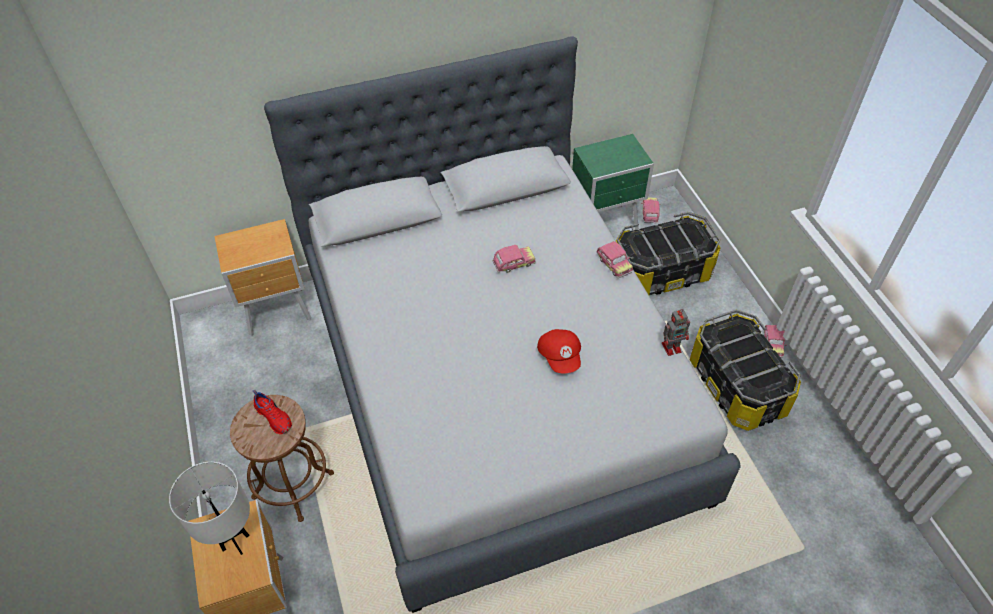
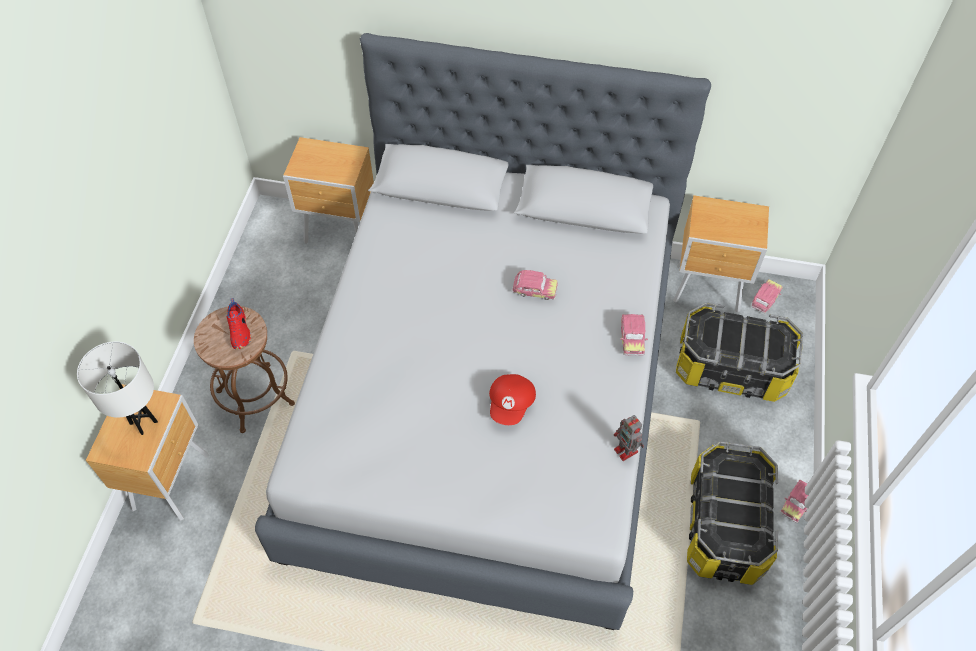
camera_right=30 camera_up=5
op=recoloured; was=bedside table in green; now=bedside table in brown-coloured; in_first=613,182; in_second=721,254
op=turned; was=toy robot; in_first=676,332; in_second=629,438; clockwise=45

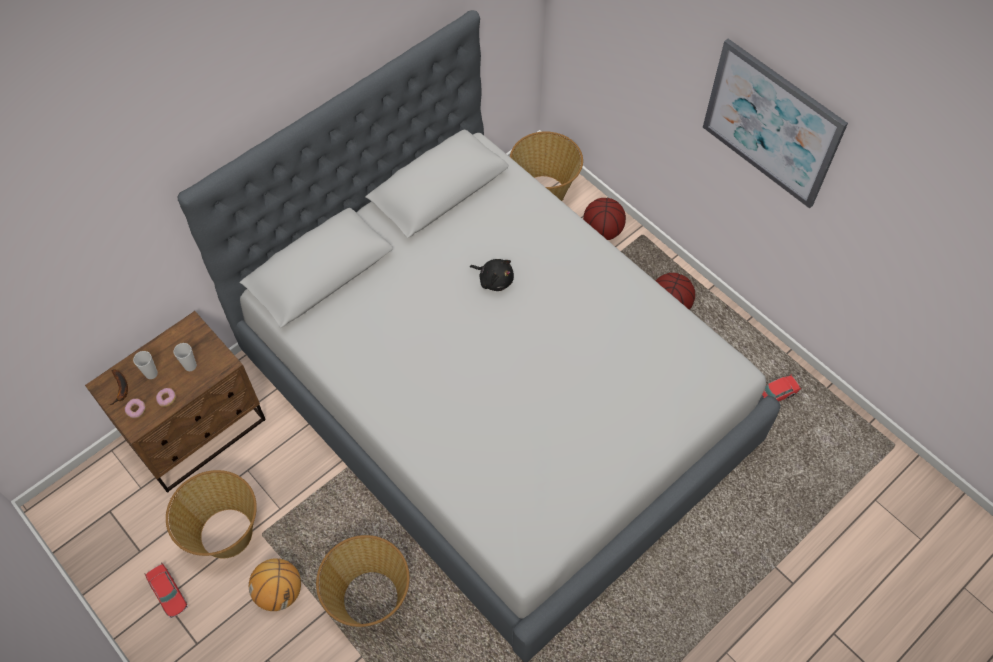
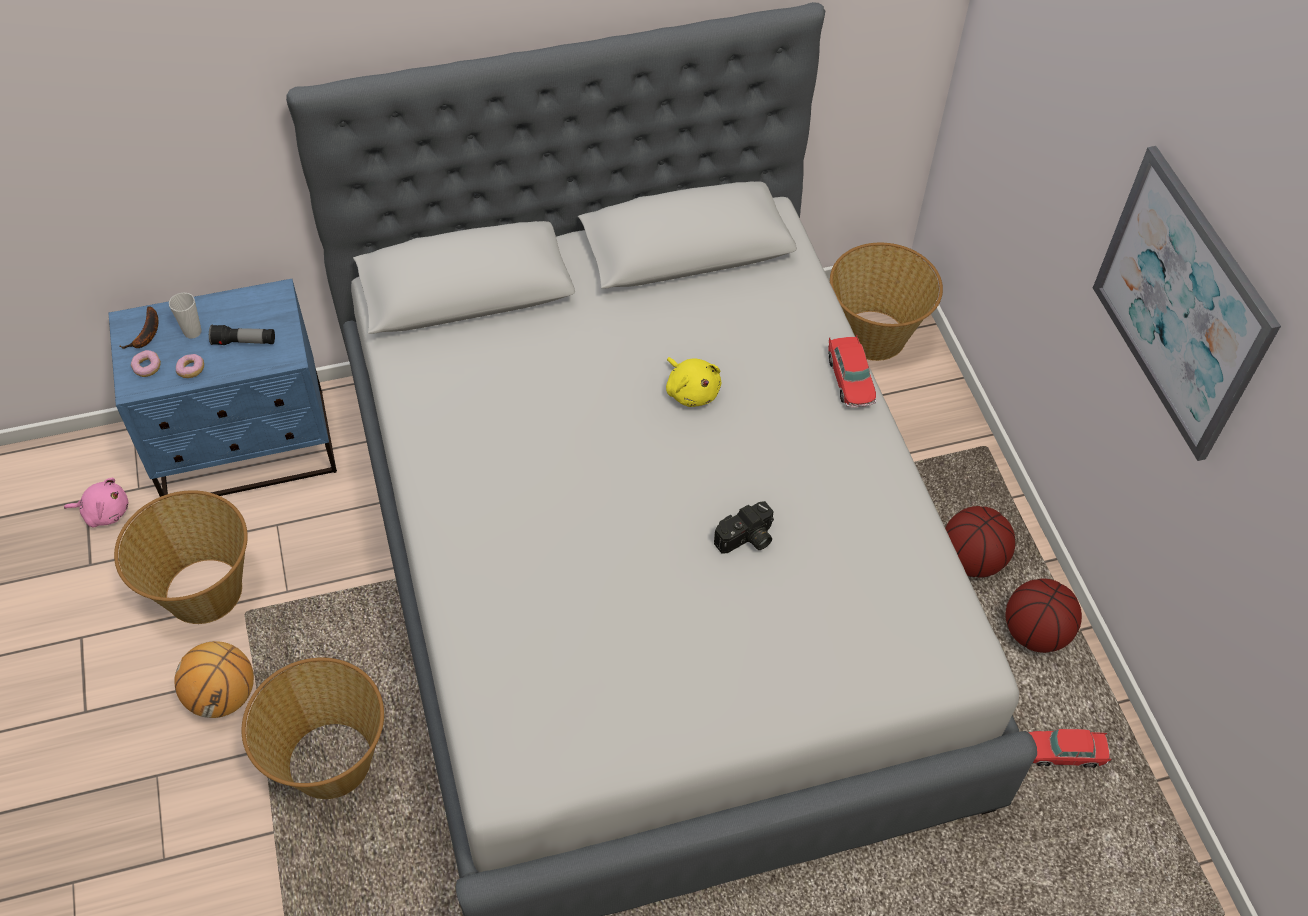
camera_right=25 camera_up=-5
op=added; now=plush toy in pink-coloured; in_second=96,503
op=added; now=still camera; in_second=744,527
op=moved; was=toy car; in_first=166,590; in_second=852,370
op=moved; was=basketball; in_first=604,219; in_second=1044,615
op=replaced; was=small cup; now=hand torch; in_first=185,357; in_second=242,335
op=recoloured; was=bedside table in brown-coloured; now=bedside table in blue-coloured; in_first=175,401; in_second=222,388
op=recoloured; was=plush toy in black; now=plush toy in yellow; in_first=492,275; in_second=693,382

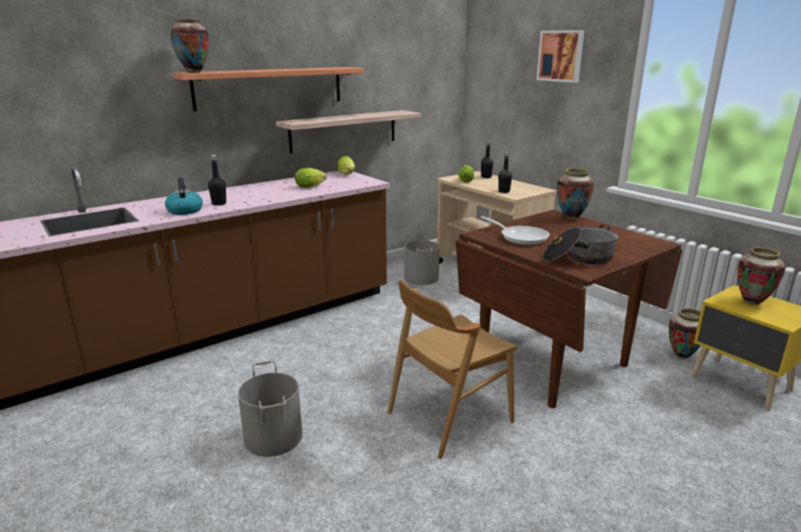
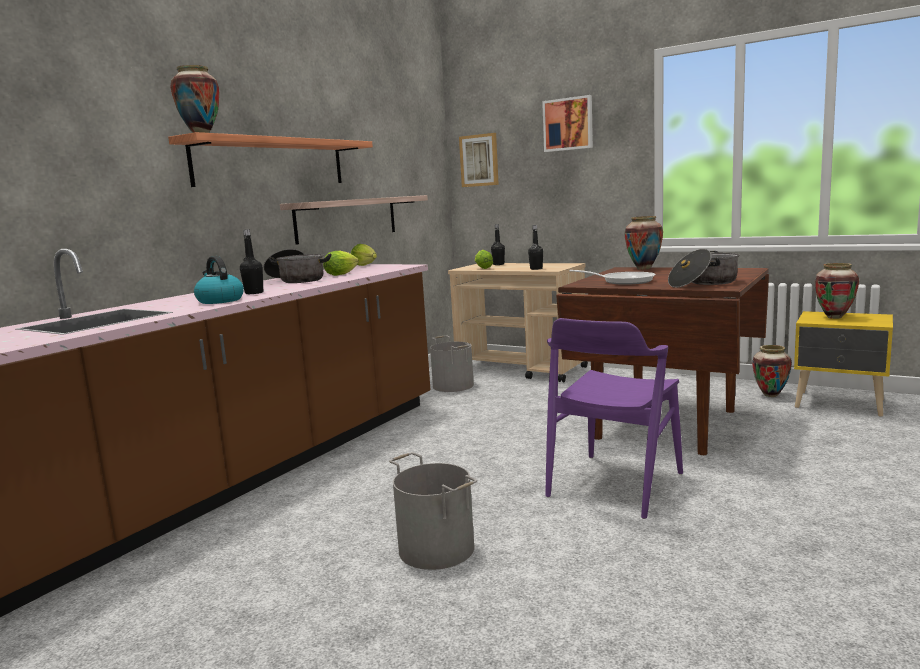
camera_right=-20 camera_up=-10
op=added; now=stockpot; in_second=297,266
op=added; now=picture; in_second=479,160
op=recoloured; was=chair in brown-coloured; now=chair in purple; in_first=452,369; in_second=614,418

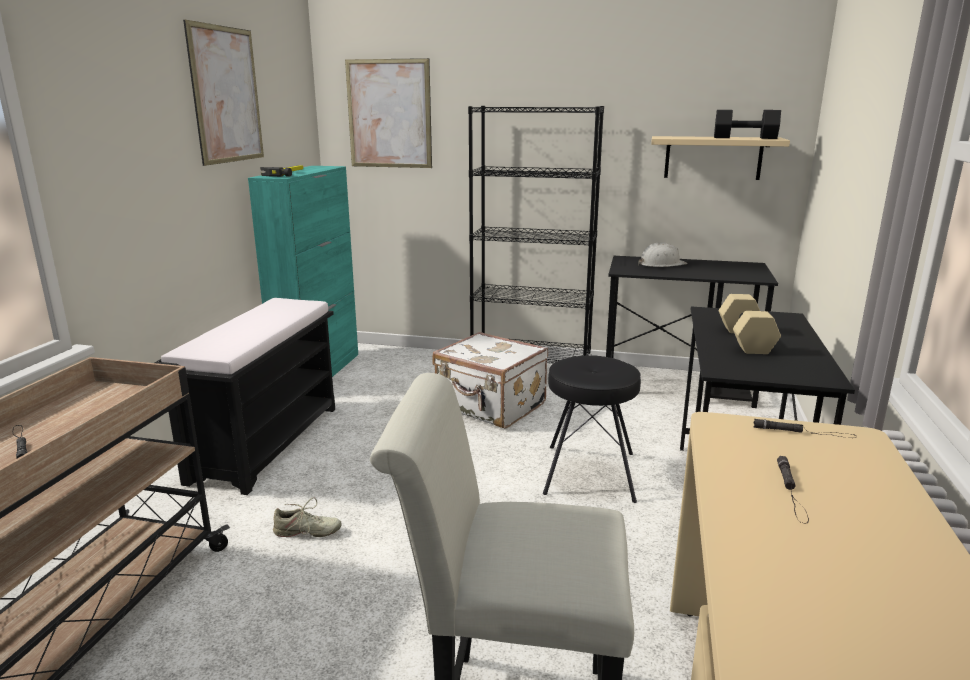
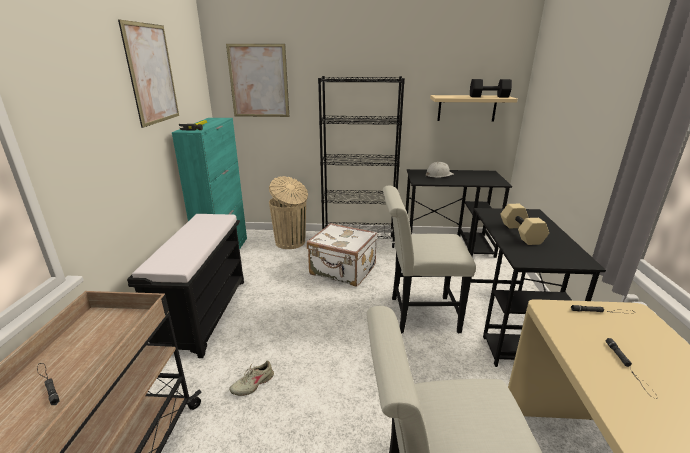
camera_right=-10 camera_up=5
op=added; now=trash can in beige; in_second=288,212
op=replaced; was=stool in black; now=chair in white-coloured; in_first=592,429; in_second=429,259
op=turned; was=shoe in beige; in_first=307,517; in_second=251,378; clockwise=150

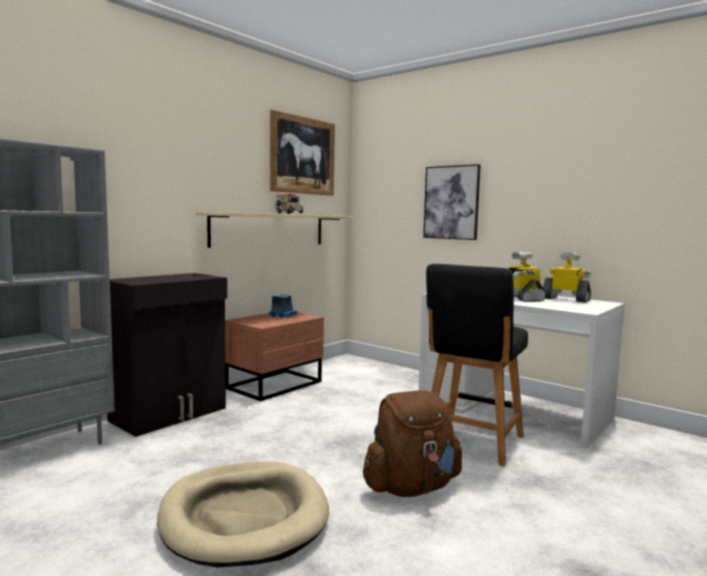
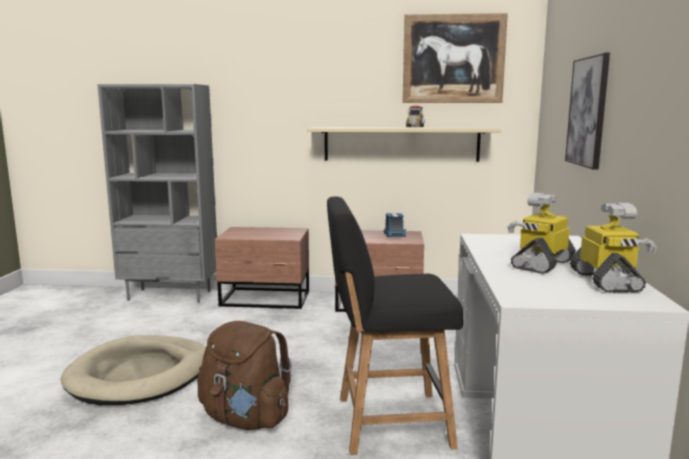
camera_right=55 camera_up=5
op=replaced; was=cupboard in black; now=bedside table in brown-coloured; in_first=167,355; in_second=261,268

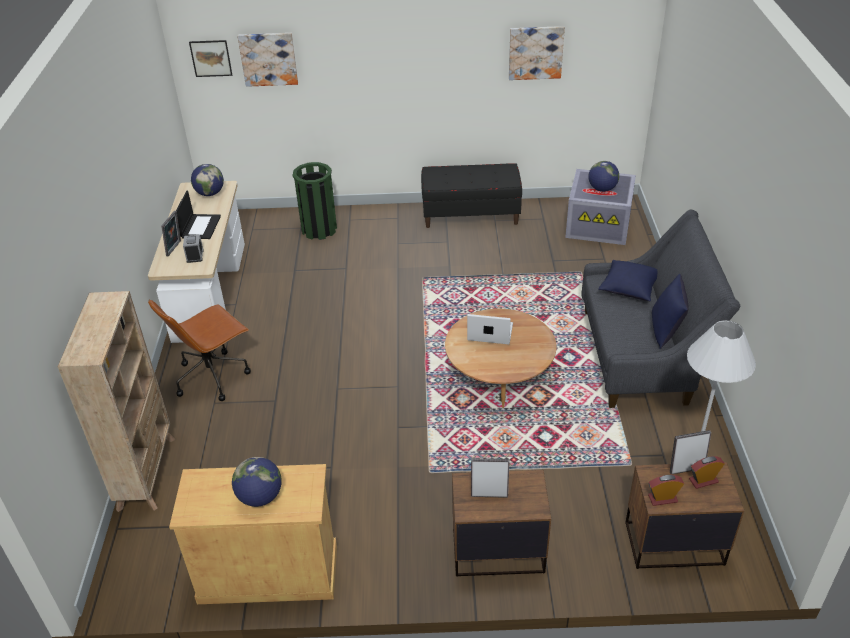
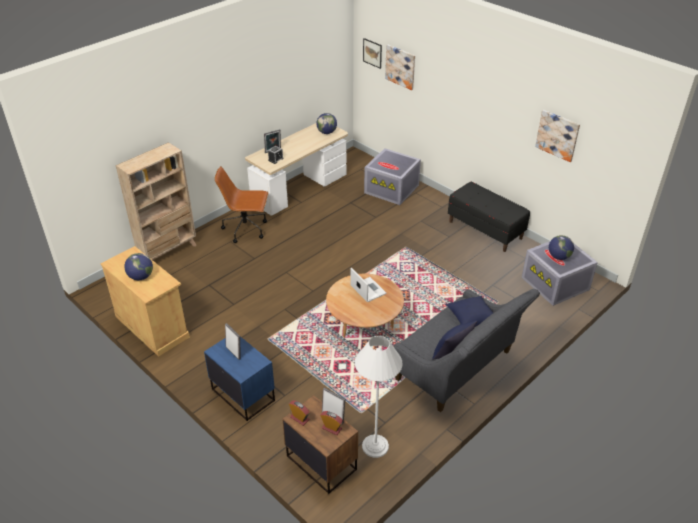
camera_right=45 camera_up=0
op=removed; was=notebook computer; in_first=198,215
op=replaced; was=trash can in green; now=storage box in greyish; in_first=315,201; in_second=392,176
op=recoloured; was=bedside table in brown-coloured; now=bedside table in blue-coloured; in_first=501,523; in_second=239,378

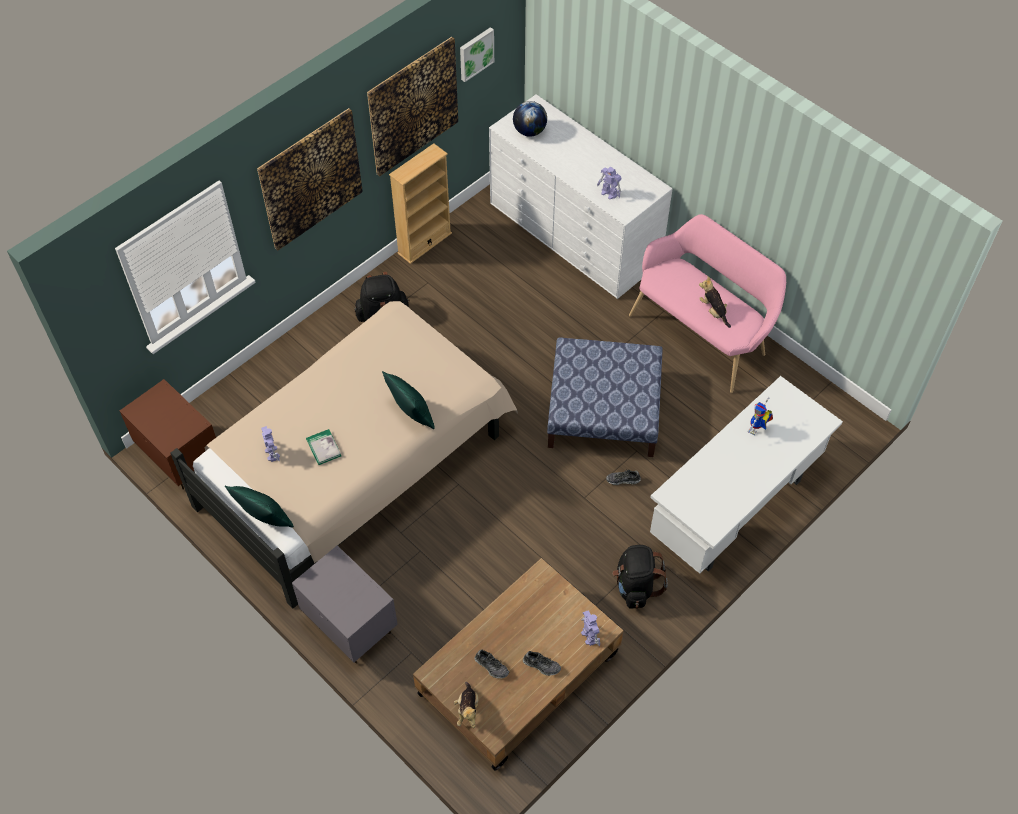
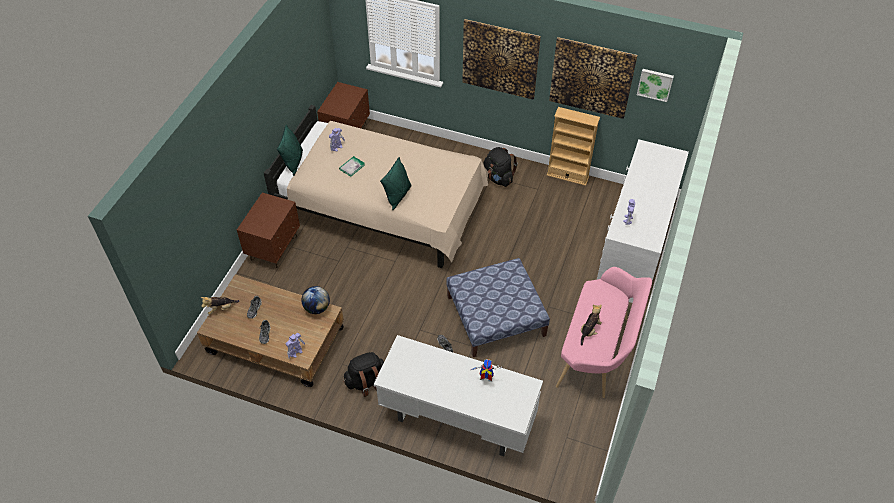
camera_right=65 camera_up=-5
op=moved; was=world globe; in_first=530,119; in_second=315,300
op=recoloured; was=bedside table in greyish; now=bedside table in brown-coloured; in_first=345,604; in_second=268,230

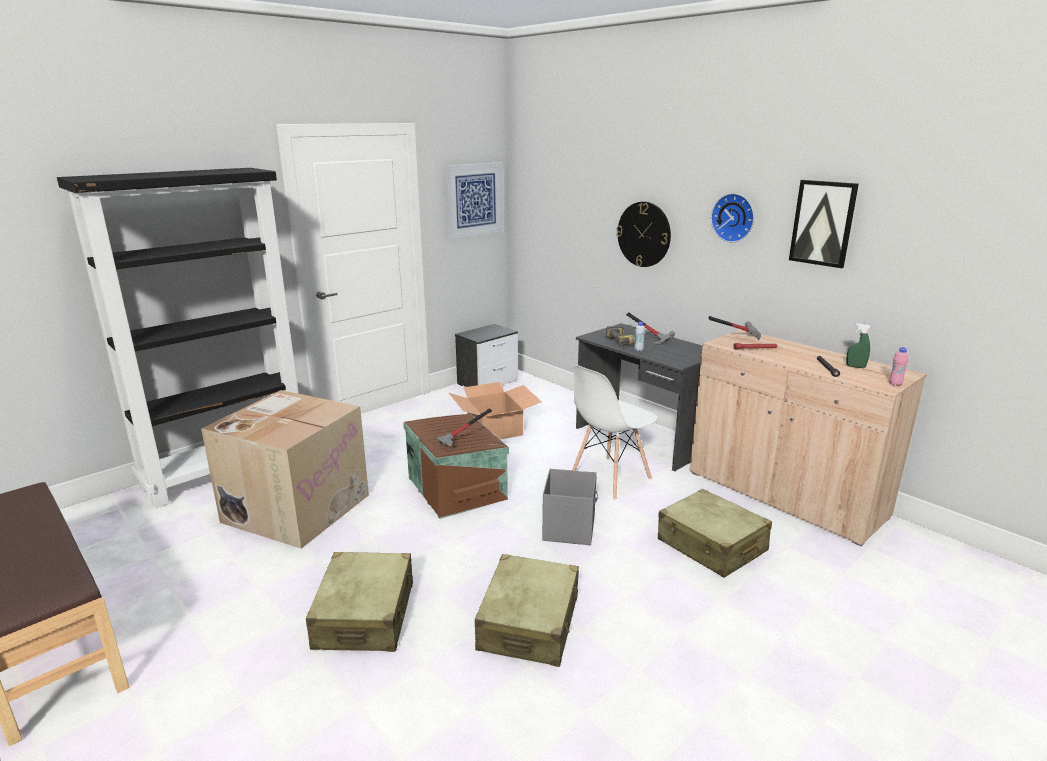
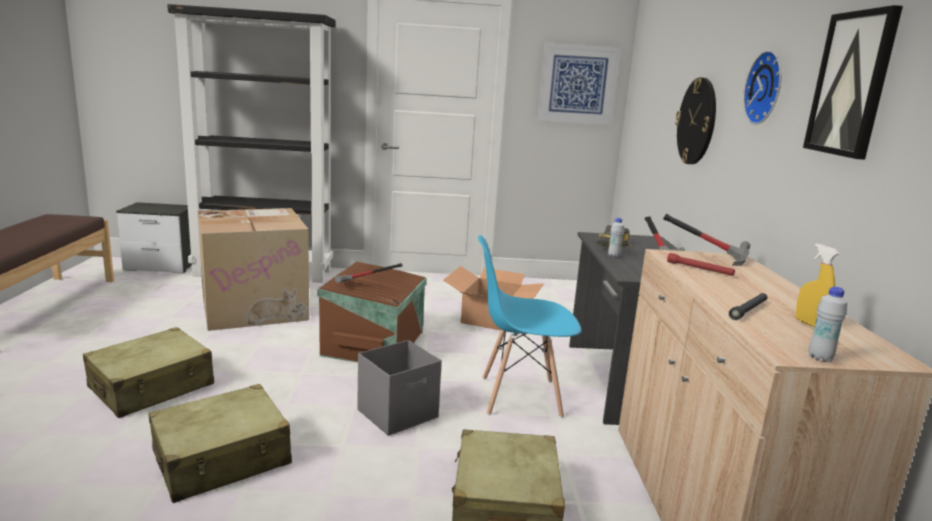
camera_right=40 camera_up=-5
op=moved; was=bedside table; in_first=486,355; in_second=154,238
op=recoloured; was=chair in white-coloured; now=chair in blue-coloured; in_first=615,432; in_second=529,326
op=recoloured; was=spray bottle in green; now=spray bottle in yellow; in_first=858,345; in_second=817,285
op=recoloured; was=drink bottle in pink-coloured; now=drink bottle in white-coloured; in_first=899,366; in_second=828,324

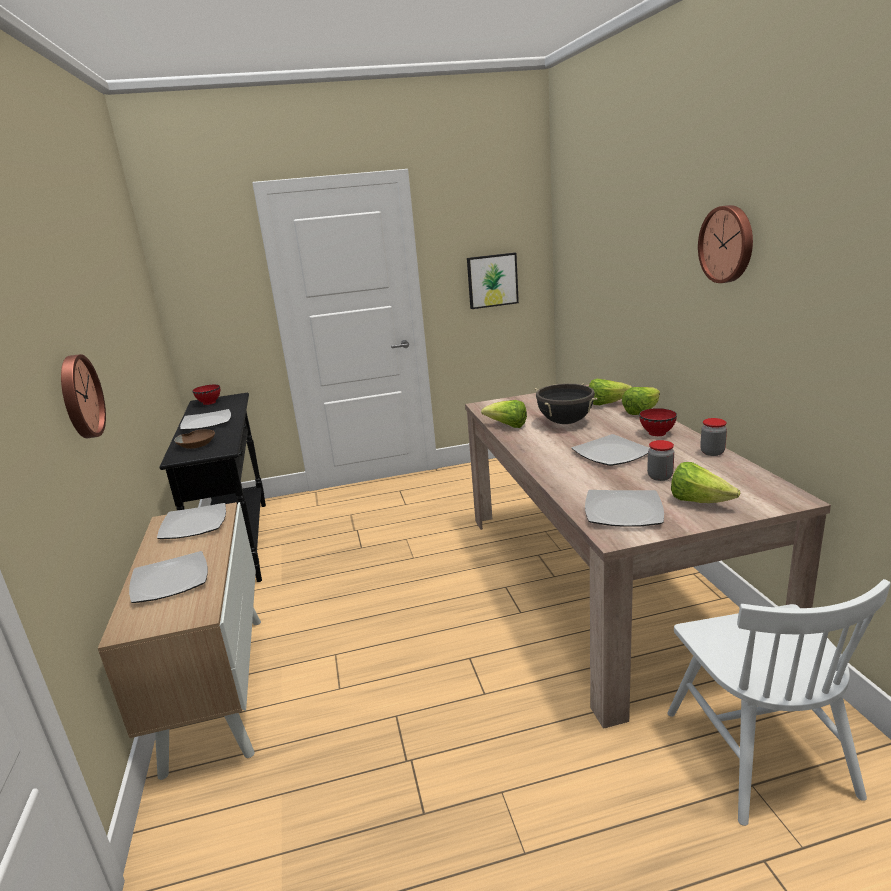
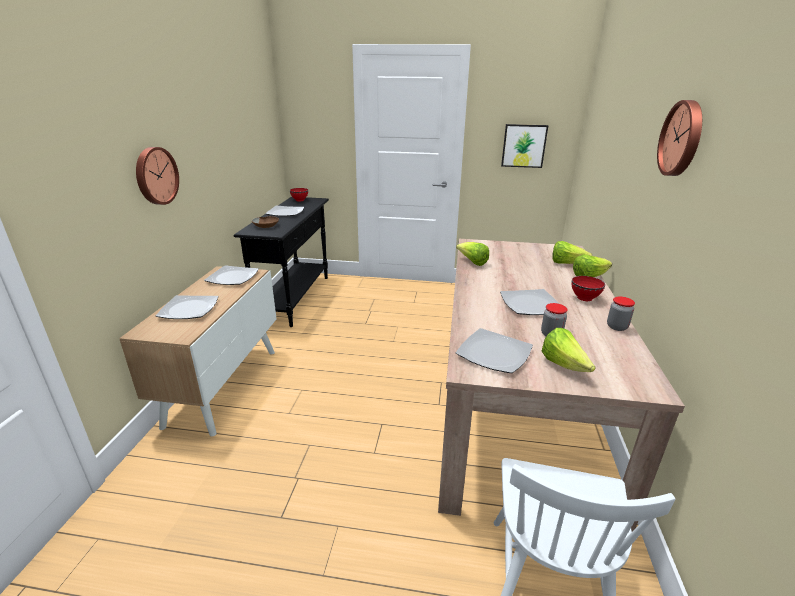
camera_right=20 camera_up=5
op=removed; was=stockpot in black; in_first=566,404

